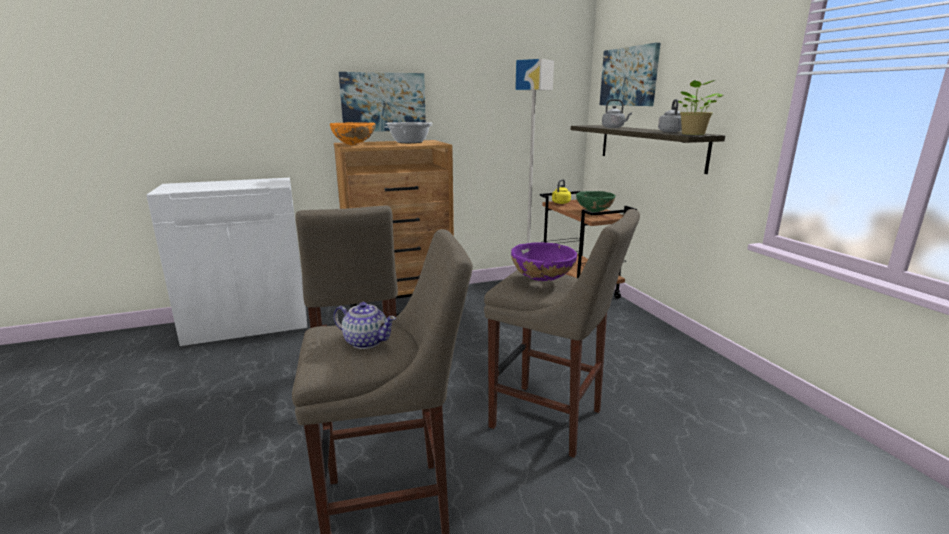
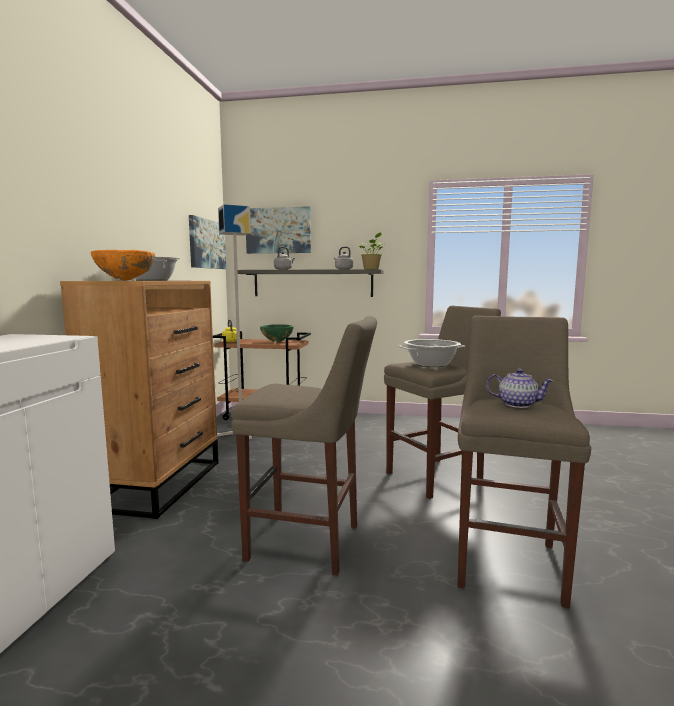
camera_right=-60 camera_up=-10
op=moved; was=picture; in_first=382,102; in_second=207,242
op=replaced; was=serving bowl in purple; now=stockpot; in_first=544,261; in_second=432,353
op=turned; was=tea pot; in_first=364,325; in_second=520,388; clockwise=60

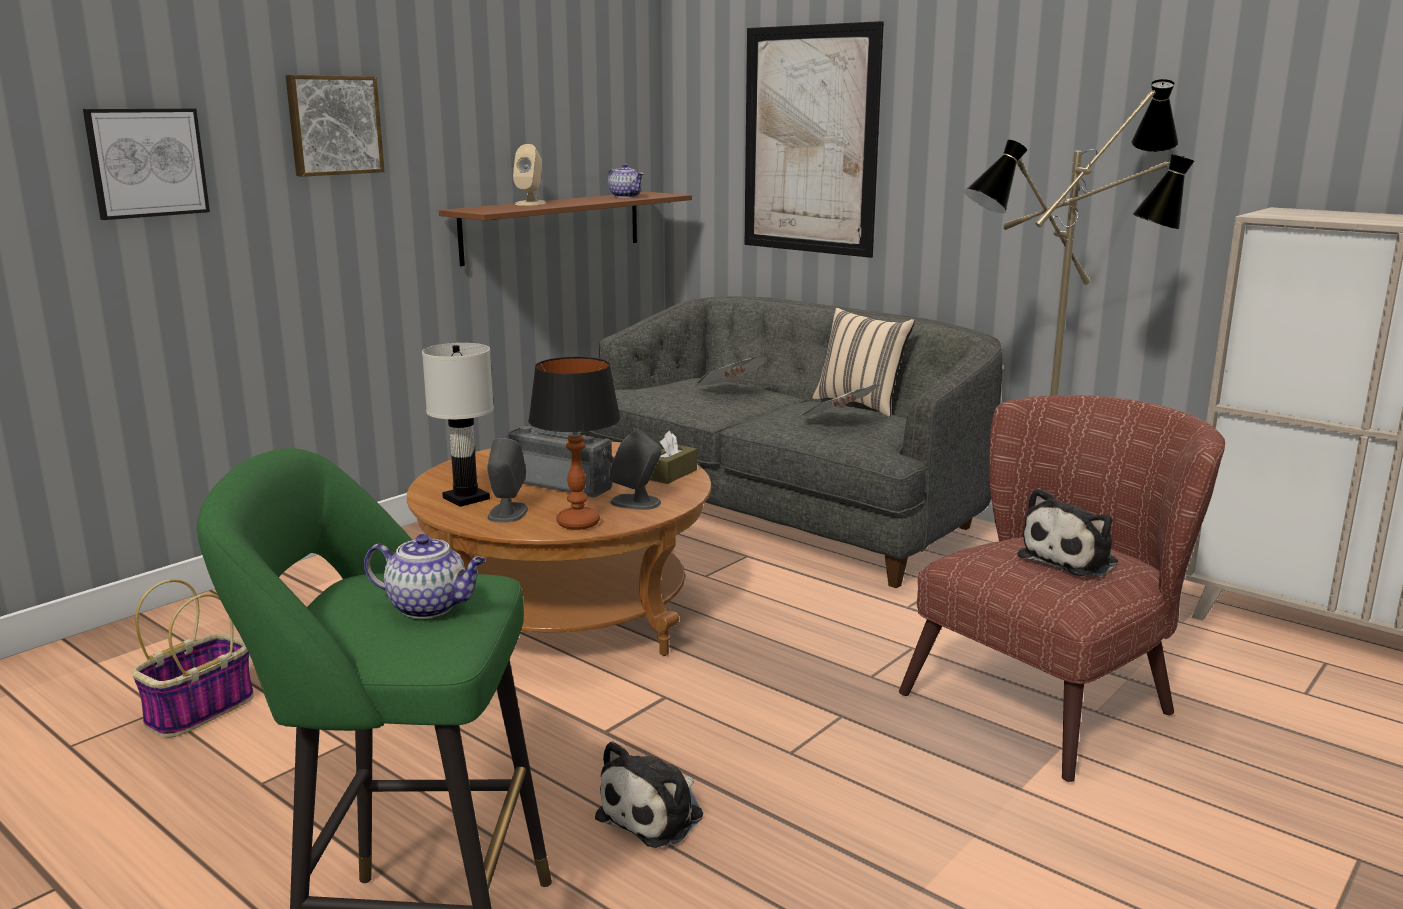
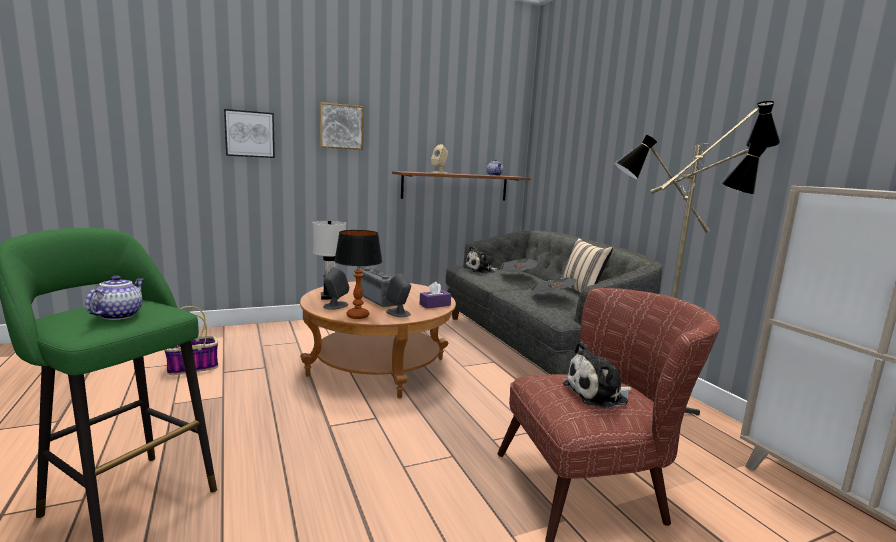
camera_right=25 camera_up=-5
op=removed; was=picture; in_first=814,139
op=moved; was=plush toy; in_first=649,794; in_second=481,259
op=recoloured; was=tissue box in brown-coloured; now=tissue box in purple; in_first=673,457; in_second=435,295
op=turned; was=tea pot; in_first=425,576; in_second=114,297; clockwise=-120

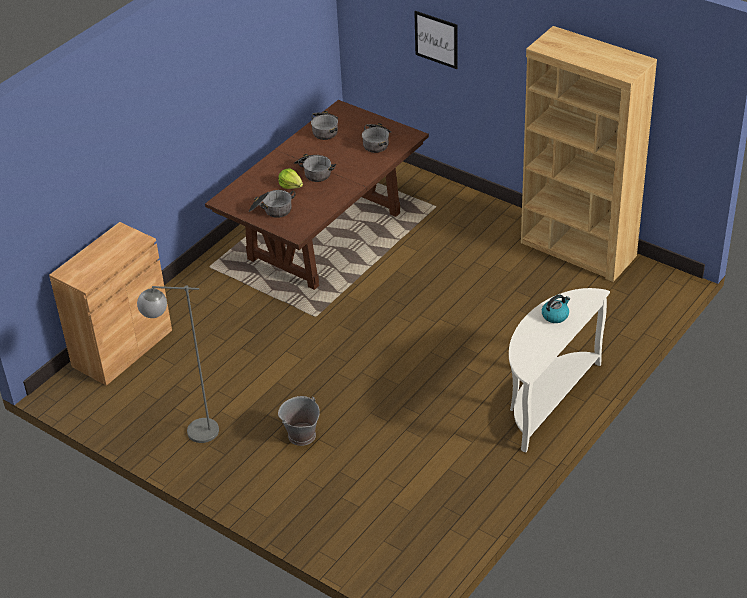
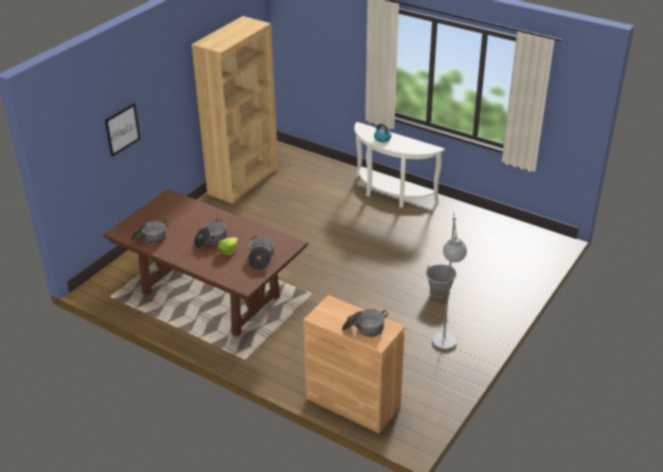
camera_right=-95 camera_up=-5
op=moved; was=stockpot; in_first=376,138; in_second=365,323

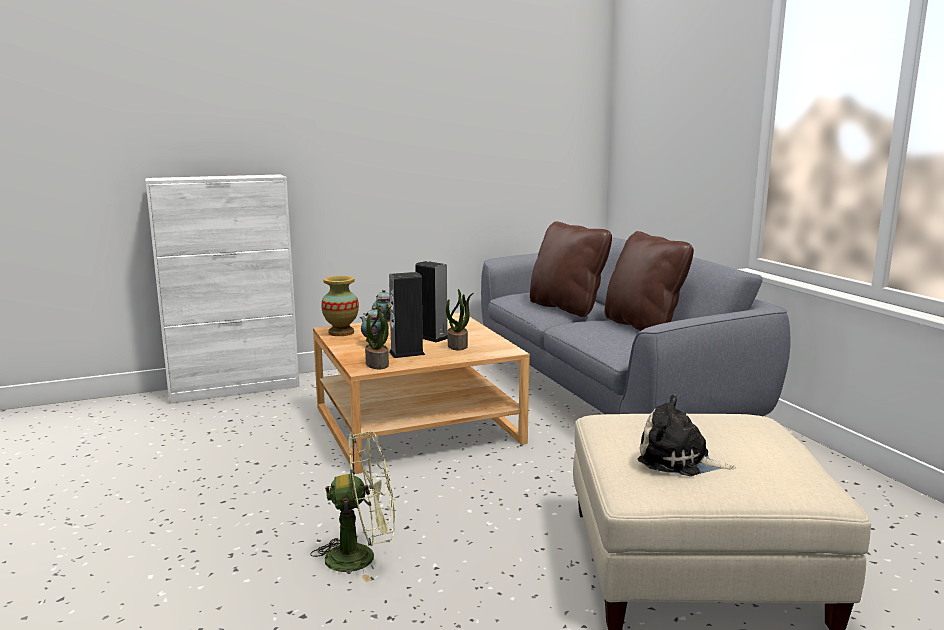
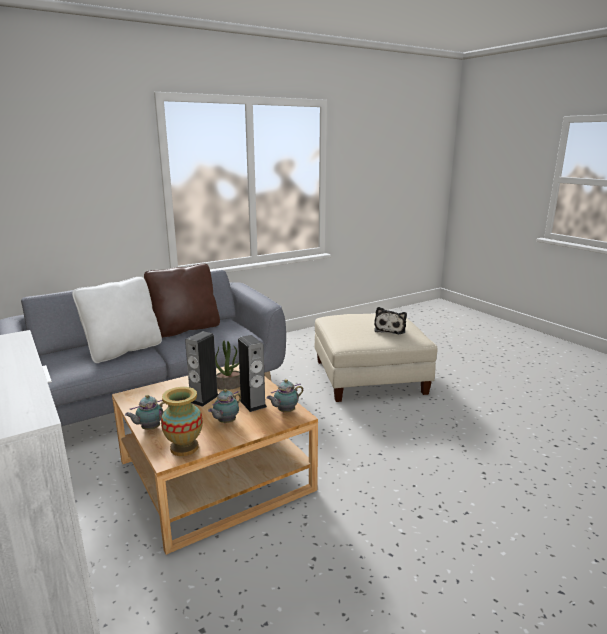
camera_right=-100 camera_up=5
op=removed; was=fan in green; in_first=353,507
op=replaced; was=houseplant; now=tea pot; in_first=378,336; in_second=285,395
op=recoloured; was=pillow in brown-coloured; now=pillow in white-coloured; in_first=571,269; in_second=117,320

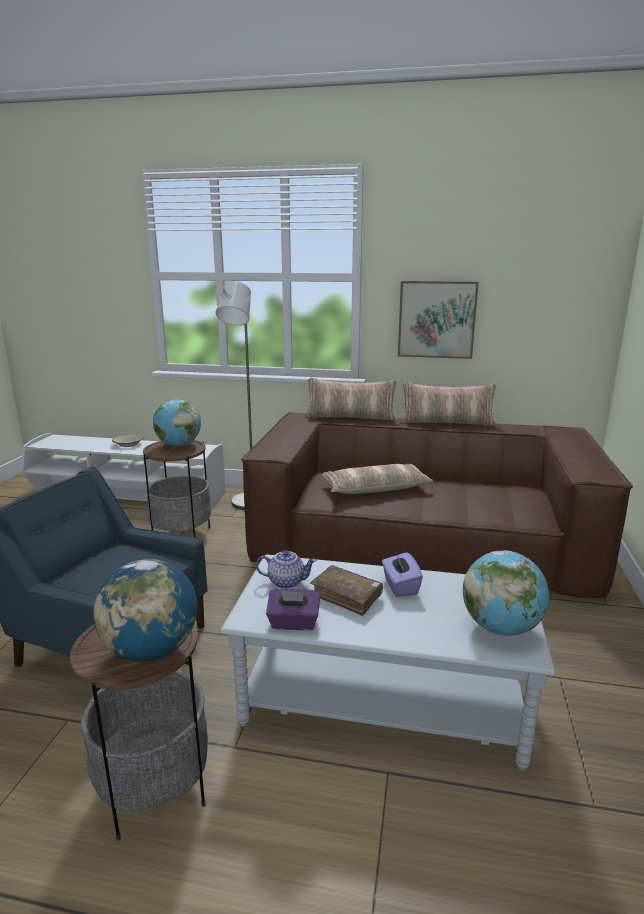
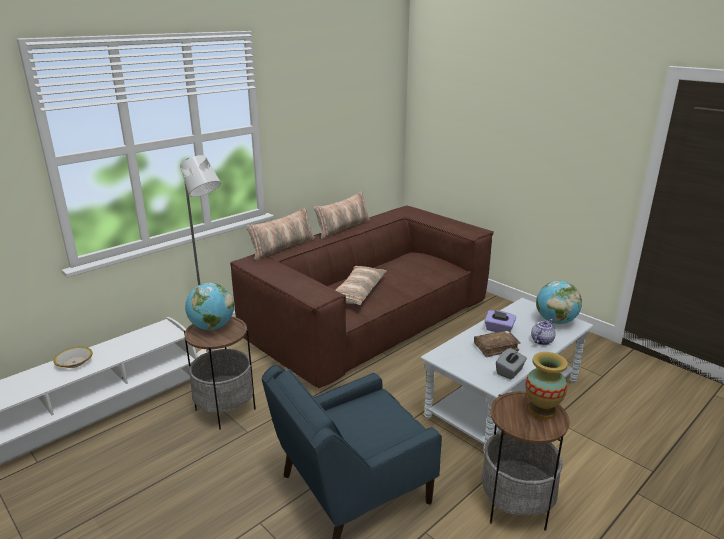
camera_right=-55 camera_up=5
op=removed; was=picture; in_first=438,320
op=moved; was=tea pot; in_first=286,569; in_second=543,332
op=replaced; was=world globe; now=decorative vase; in_first=145,610; in_second=546,385
op=recoloured; was=tissue box in purple; now=tissue box in greyish; in_first=293,609; in_second=511,364

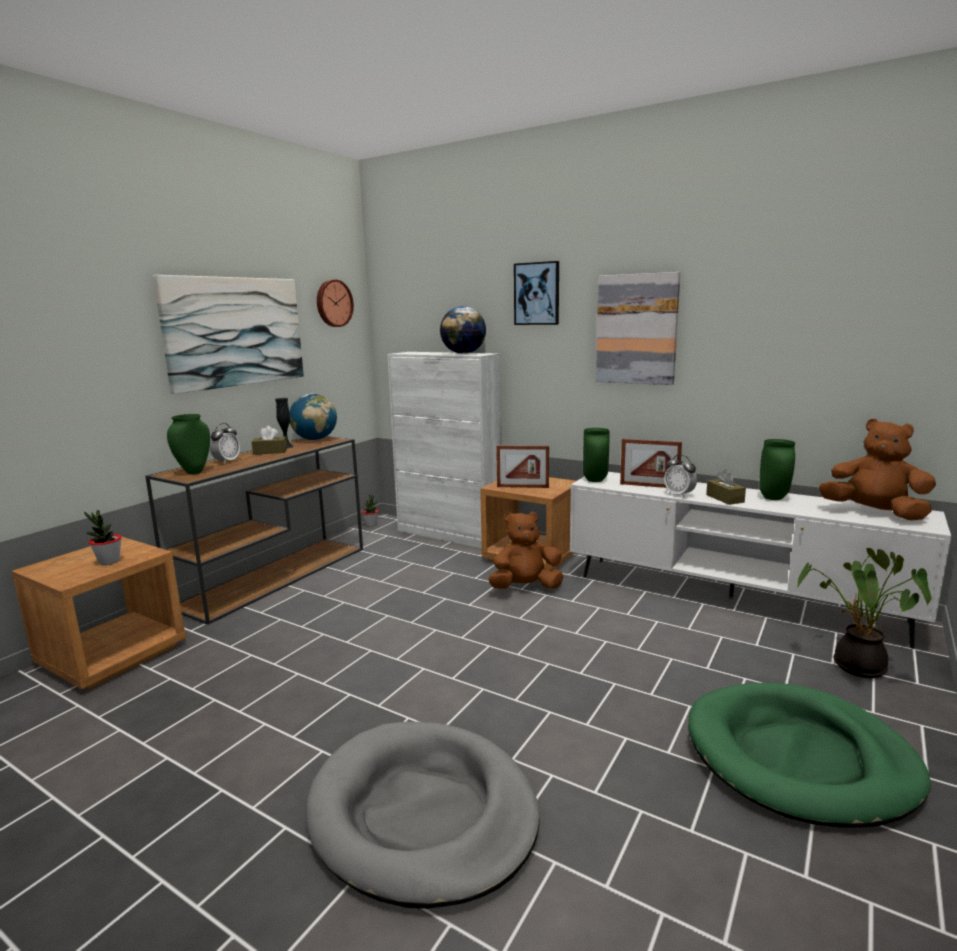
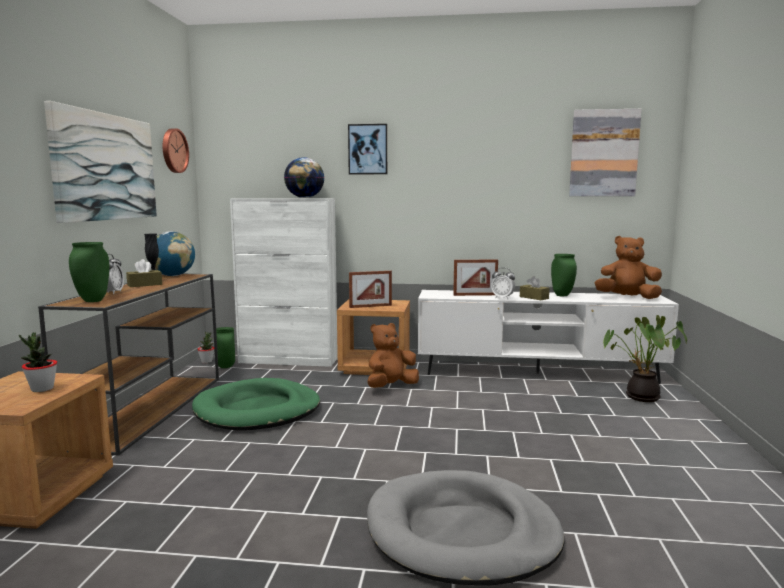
camera_right=-25 camera_up=-5
op=moved; was=decorative vase in green; in_first=596,455; in_second=225,347
op=moved; was=picture; in_first=638,328; in_second=605,152
op=moved; was=dog cushion in green; in_first=809,755; in_second=256,404

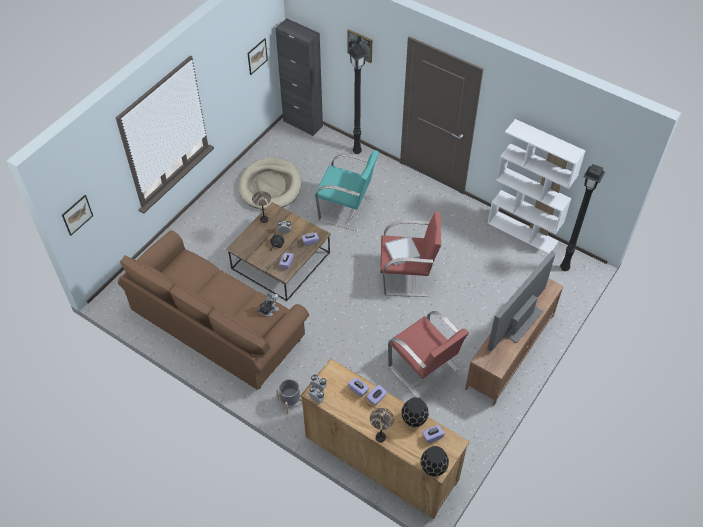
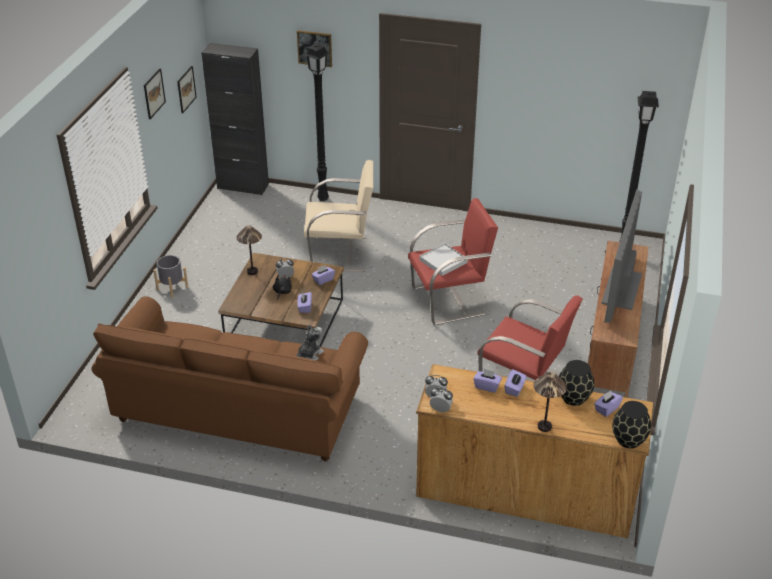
camera_right=-20 camera_up=-15
op=removed; was=dog cushion in beige; in_first=270,184
op=removed; was=bookcase in white-coloured; in_first=536,186
op=moved; was=picture; in_first=77,215; in_second=155,93
op=moved; was=plant pot in greyish; in_first=289,396; in_second=170,276
op=recoloured; was=easy chair in turquoise; now=easy chair in beige; in_first=346,190; in_second=338,216

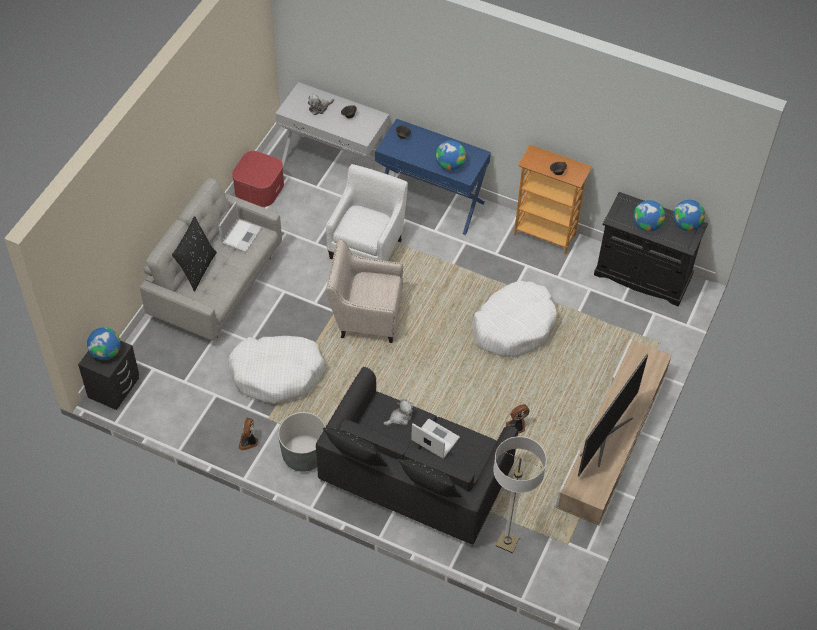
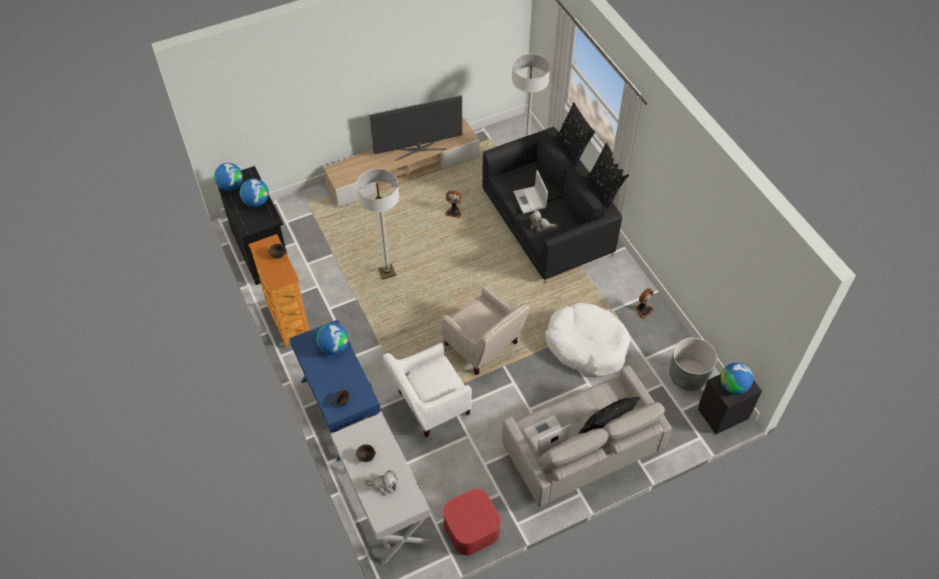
camera_right=-140 camera_up=0
op=moved; was=plant pot in greyish; in_first=302,442; in_second=693,364
op=replaced; was=dog cushion in white-coloured; now=standing lamp; in_first=515,318; in_second=377,224

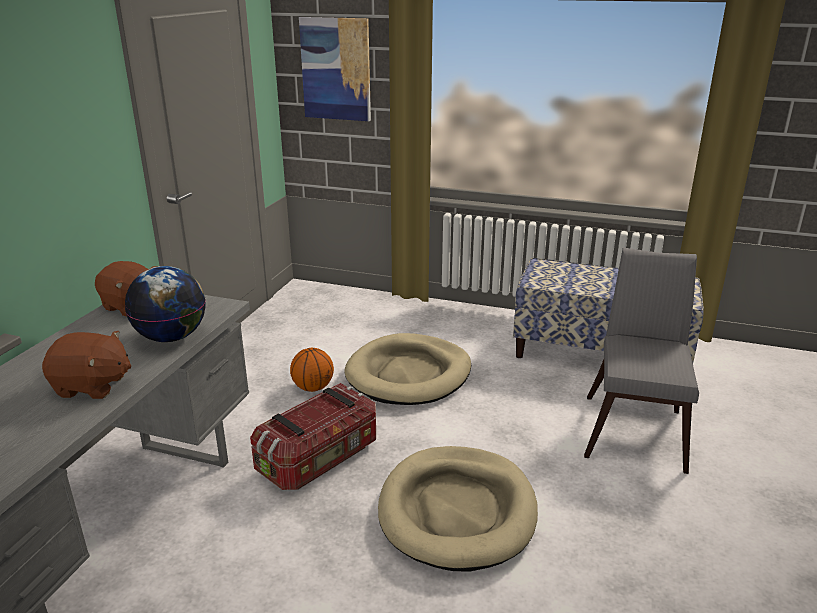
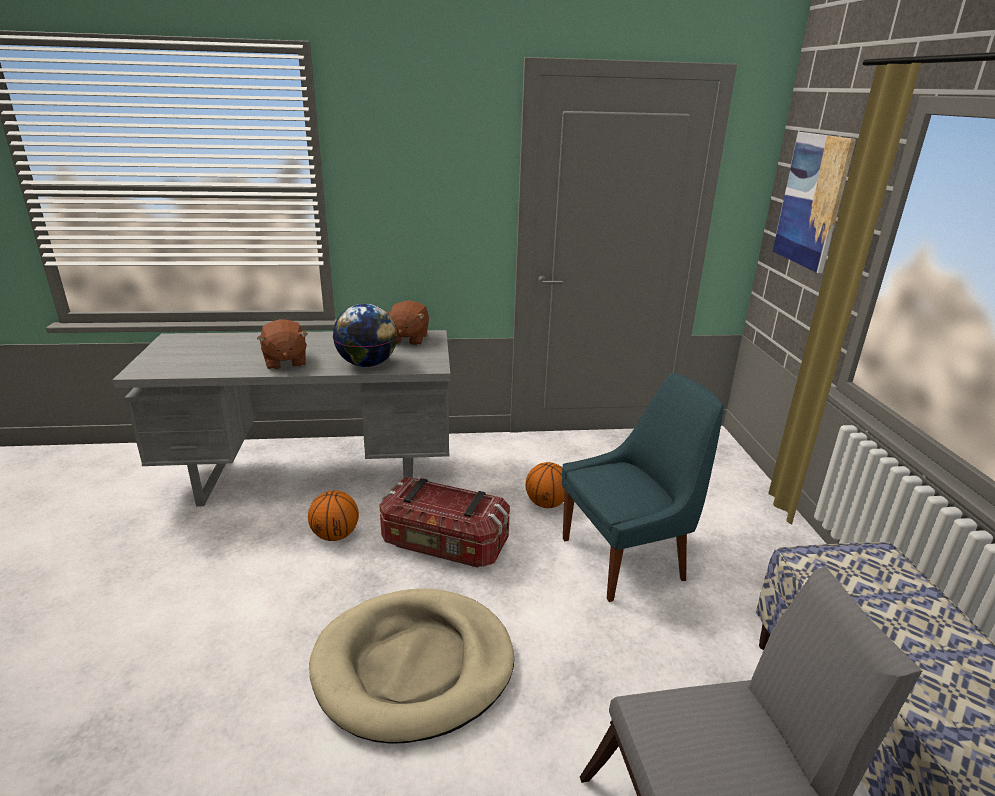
camera_right=65 camera_up=0
op=added; now=basketball; in_second=333,515
op=replaced; was=dog cushion in beige; now=chair in blue-coloured; in_first=407,369; in_second=643,487

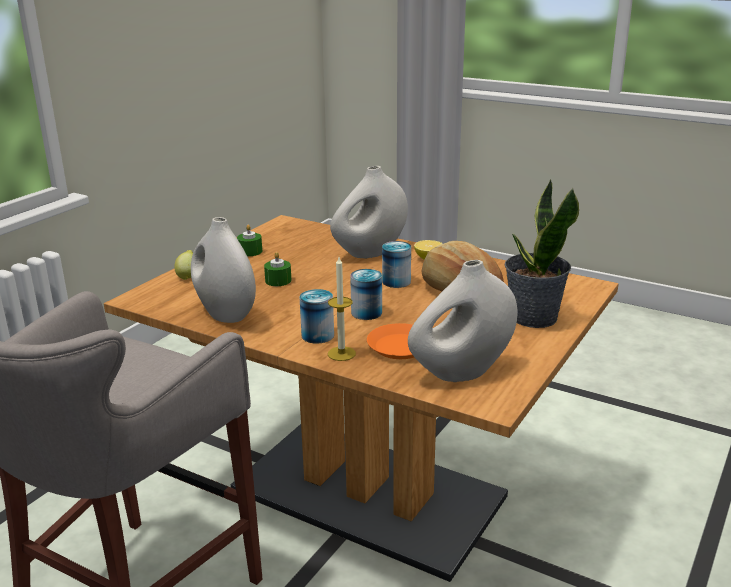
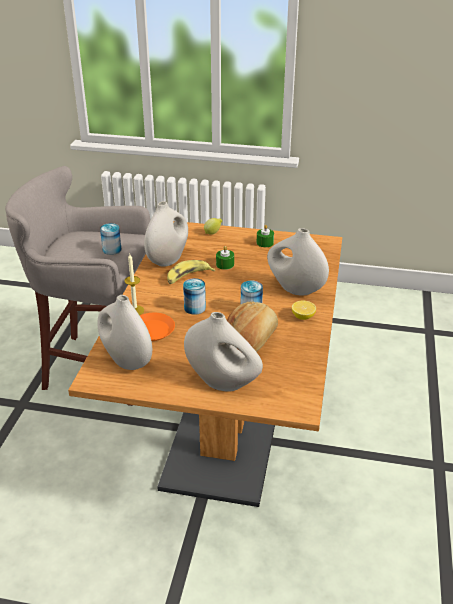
camera_right=70 camera_up=10
op=added; now=whole banana; in_second=191,272
op=moved; was=metal can; in_first=317,316; in_second=111,239
op=replaced; was=houseplant; now=decorative vase in white-coloured; in_first=542,253; in_second=223,352

